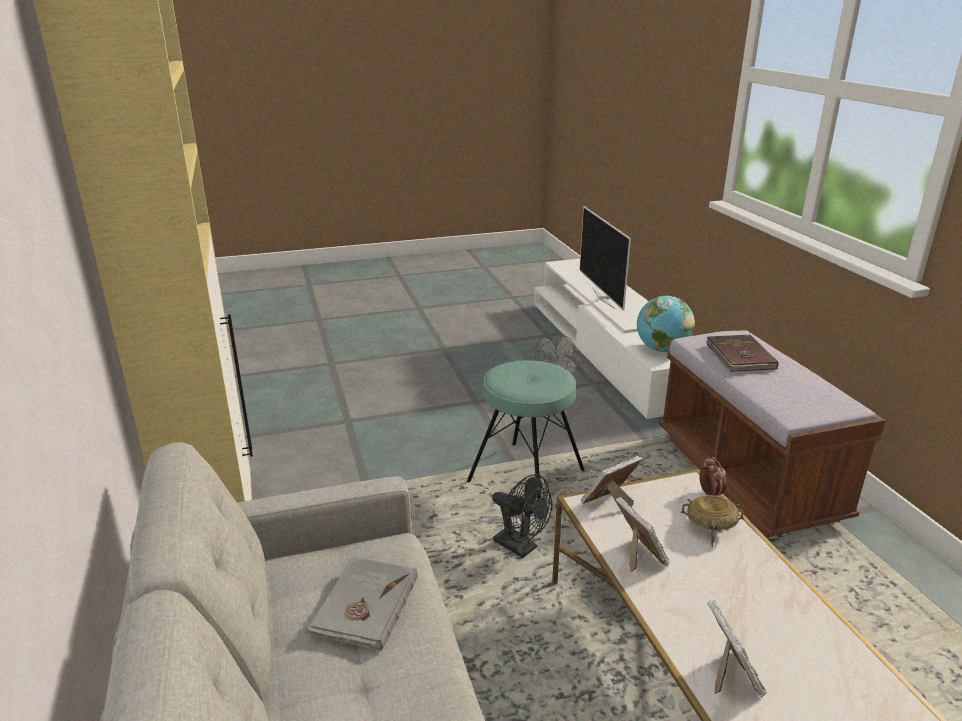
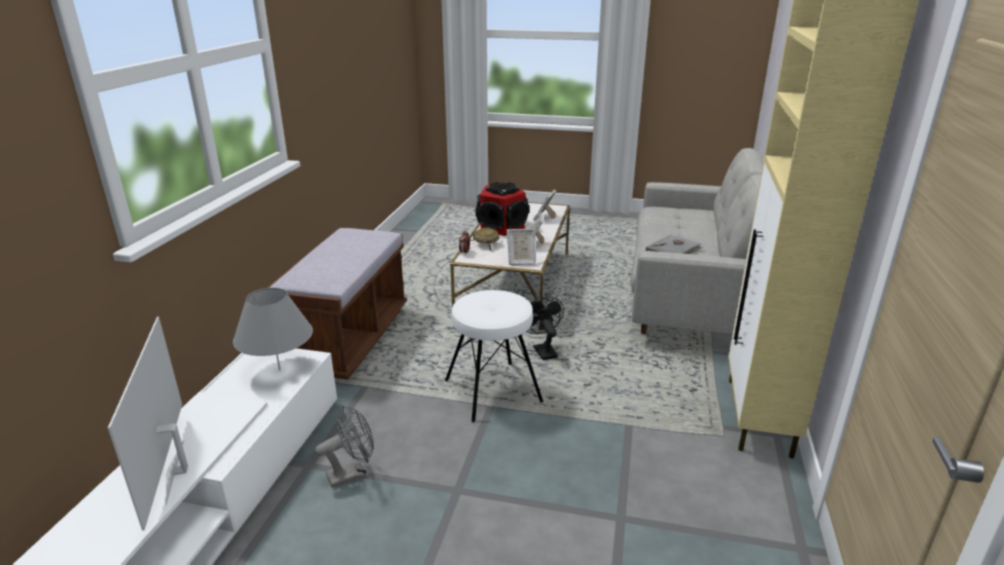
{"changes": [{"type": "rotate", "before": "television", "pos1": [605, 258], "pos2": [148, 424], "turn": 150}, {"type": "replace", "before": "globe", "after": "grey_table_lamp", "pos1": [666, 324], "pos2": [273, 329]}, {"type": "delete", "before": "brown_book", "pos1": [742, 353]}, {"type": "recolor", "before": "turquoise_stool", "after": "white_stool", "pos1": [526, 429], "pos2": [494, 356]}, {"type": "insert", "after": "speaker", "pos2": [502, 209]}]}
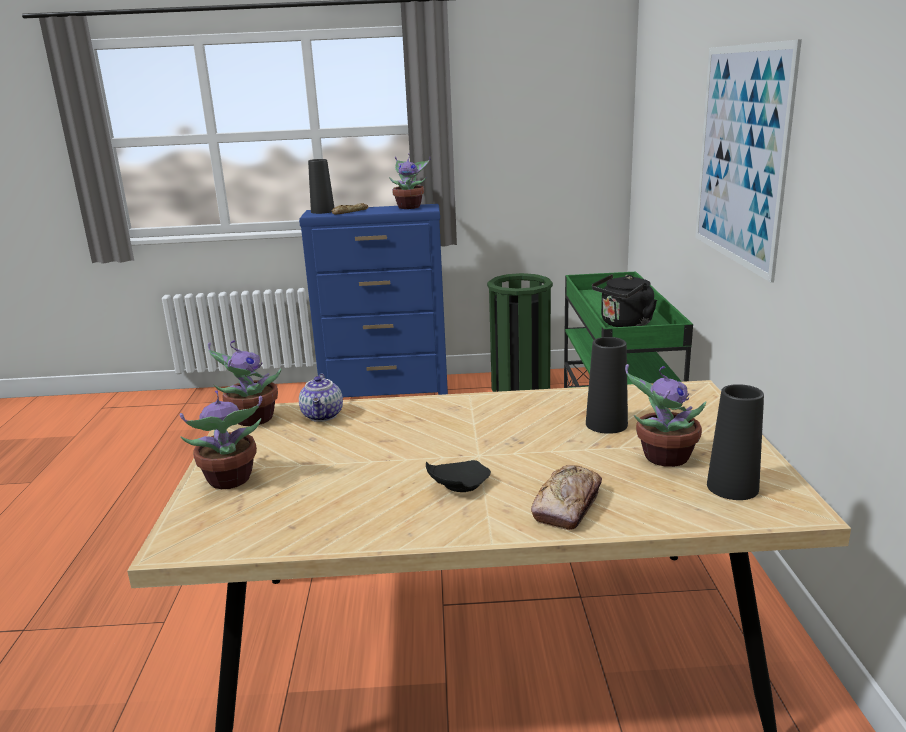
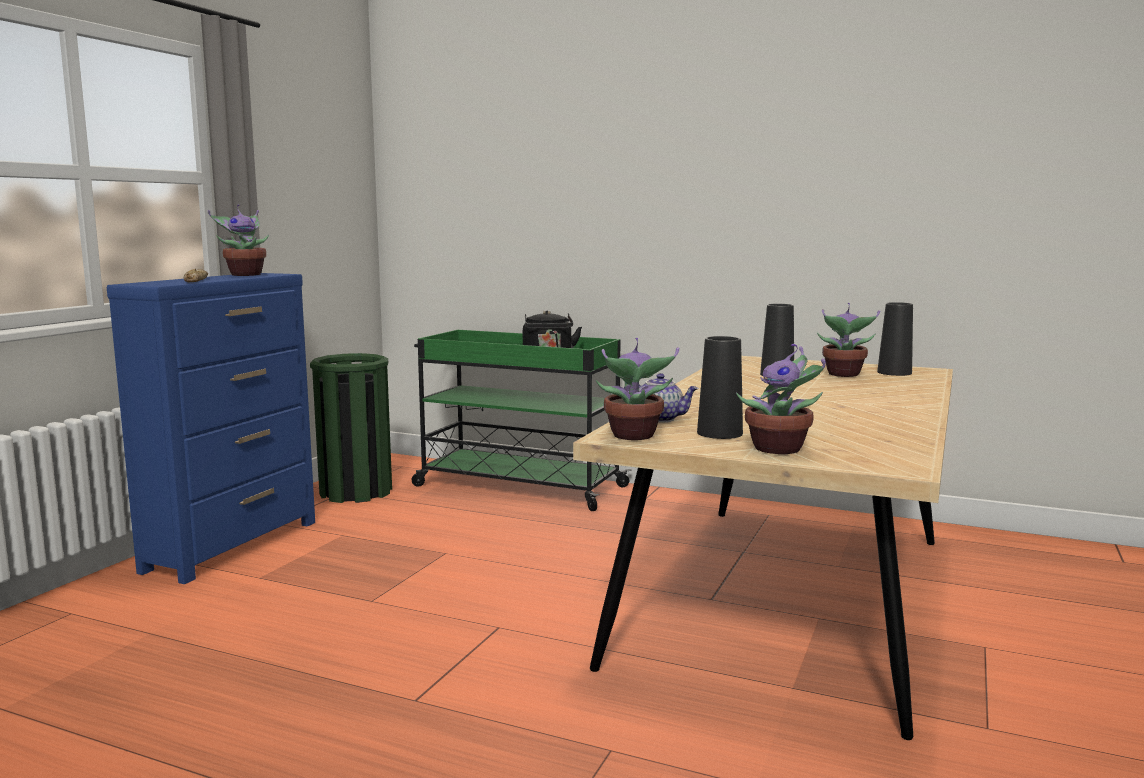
{"changes": [{"type": "delete", "before": "picture", "pos1": [748, 161]}, {"type": "move", "before": "black_vase", "pos1": [321, 186], "pos2": [720, 387]}, {"type": "delete", "before": "black_plate", "pos1": [458, 476]}, {"type": "delete", "before": "bread", "pos1": [566, 497]}]}
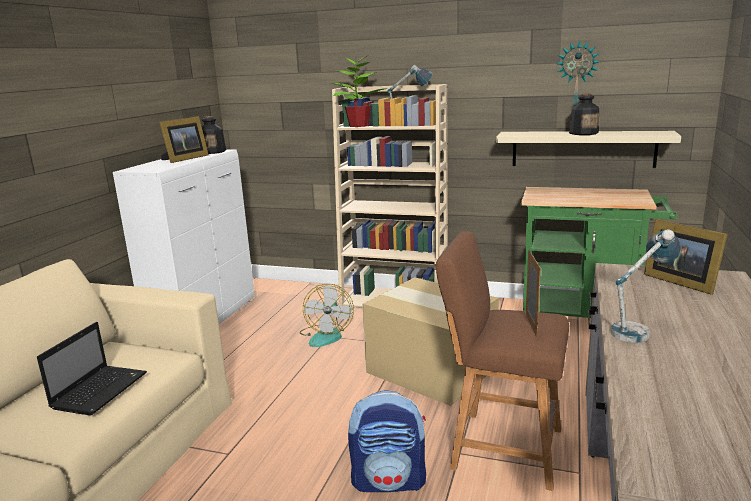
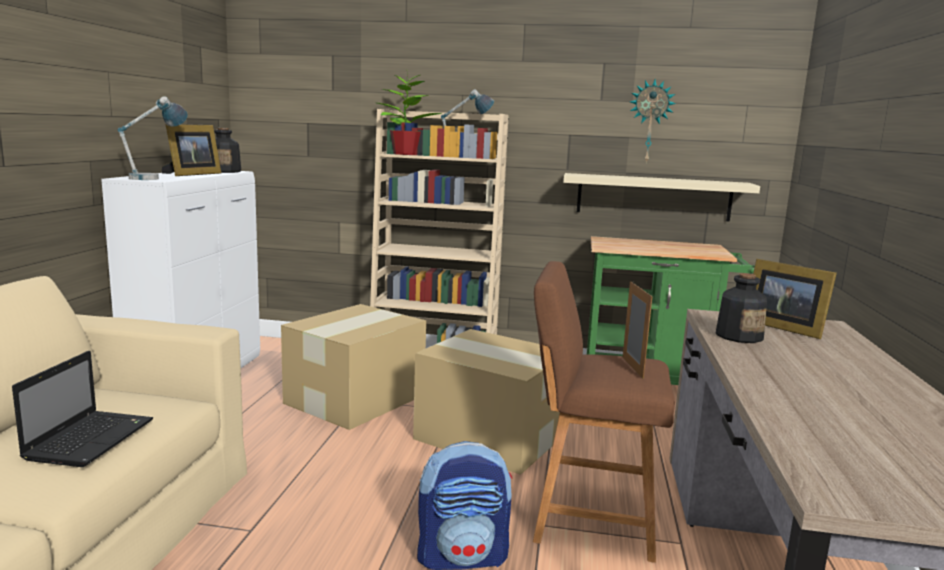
{"changes": [{"type": "move", "before": "bottle", "pos1": [584, 114], "pos2": [741, 308]}, {"type": "move", "before": "table_lamp", "pos1": [646, 286], "pos2": [152, 138]}, {"type": "replace", "before": "fan", "after": "cardboard_box", "pos1": [327, 315], "pos2": [353, 367]}]}
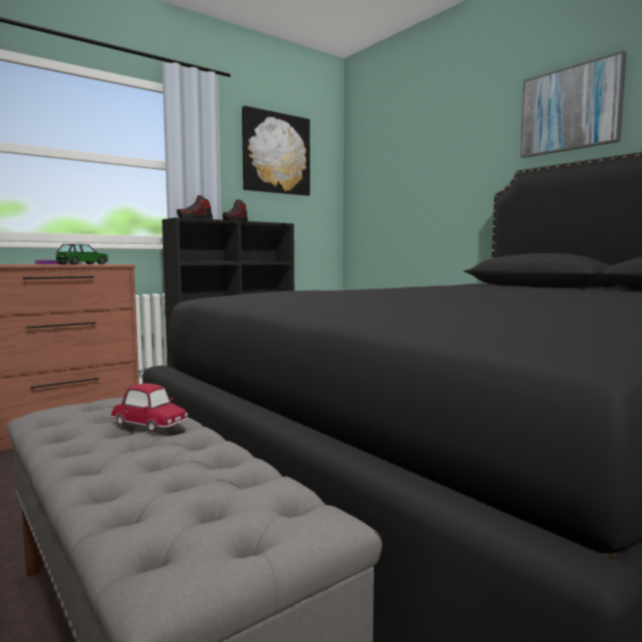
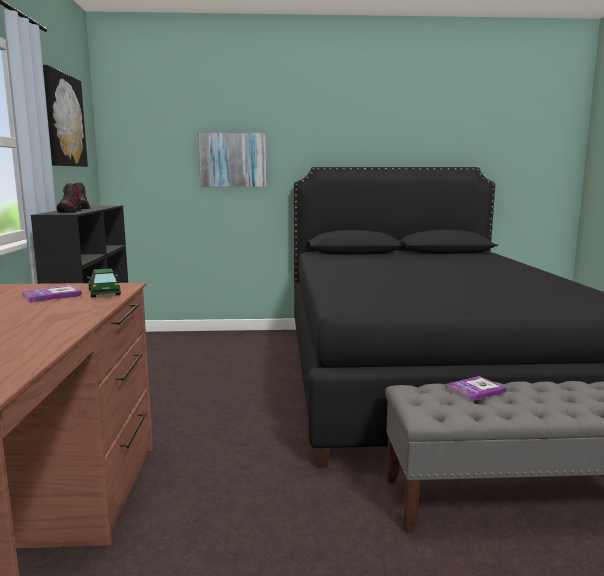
{"changes": [{"type": "move", "before": "picture", "pos1": [573, 104], "pos2": [232, 159]}, {"type": "replace", "before": "toy_car", "after": "book", "pos1": [149, 407], "pos2": [476, 389]}]}
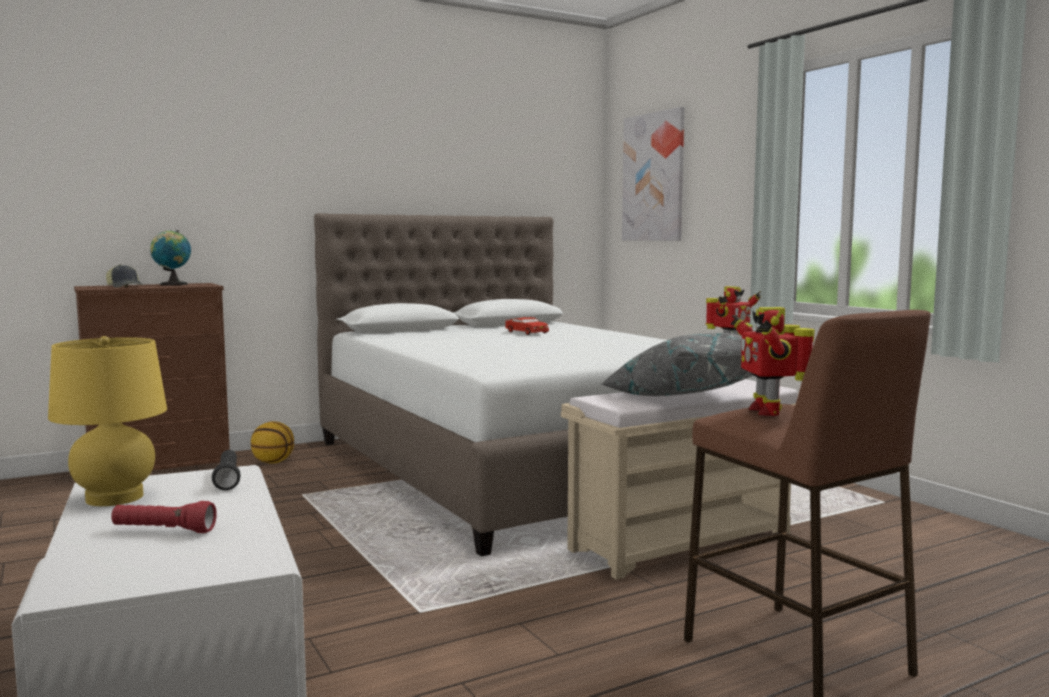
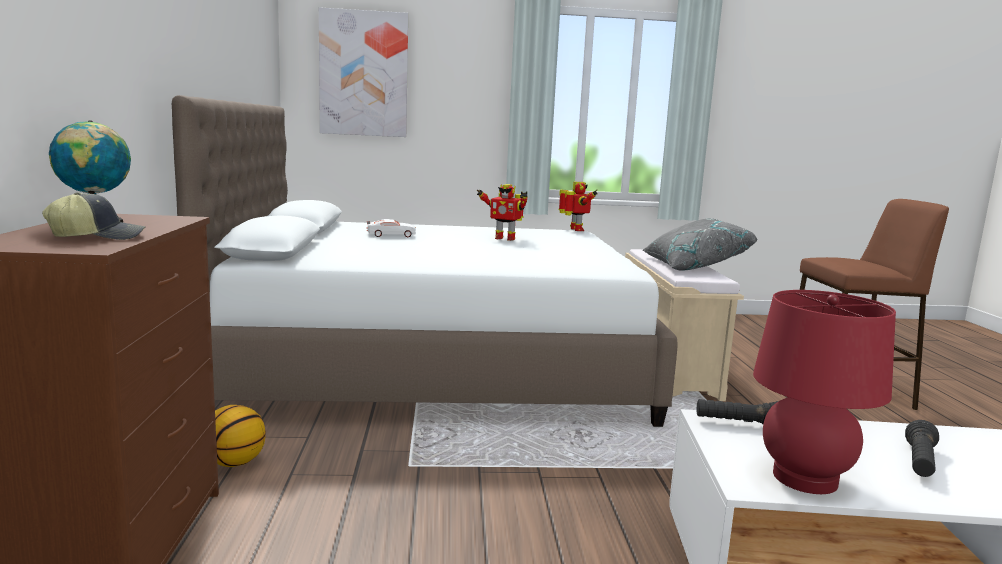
{"changes": [{"type": "move", "before": "toy_robot", "pos1": [773, 361], "pos2": [502, 212]}, {"type": "recolor", "before": "red_toy_car", "after": "white_toy_car", "pos1": [527, 326], "pos2": [391, 228]}, {"type": "recolor", "before": "yellow_table_lamp", "after": "red_table_lamp", "pos1": [107, 421], "pos2": [824, 392]}, {"type": "recolor", "before": "red_flashlight", "after": "black_flashlight", "pos1": [164, 517], "pos2": [922, 448]}]}
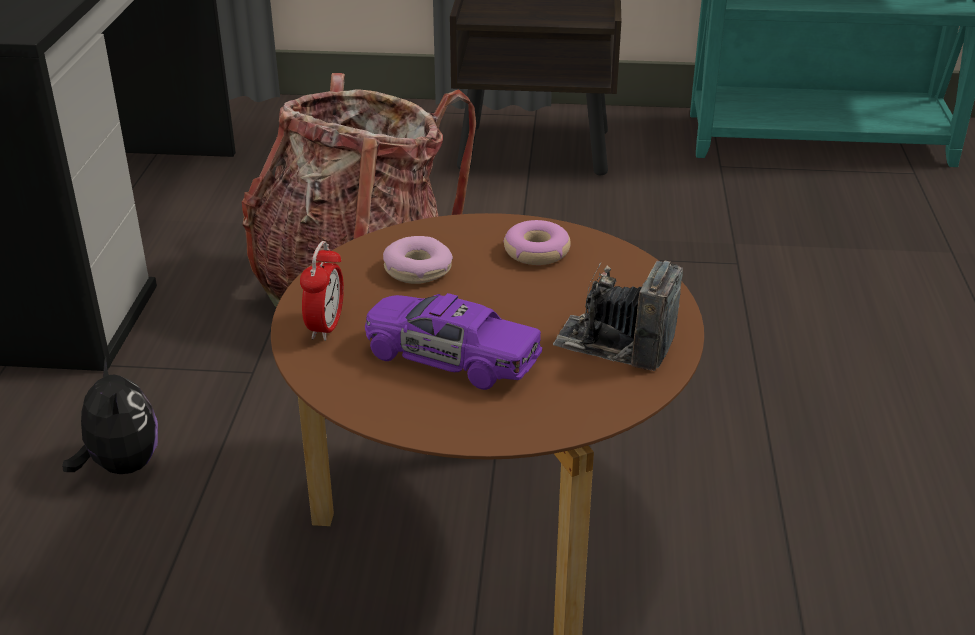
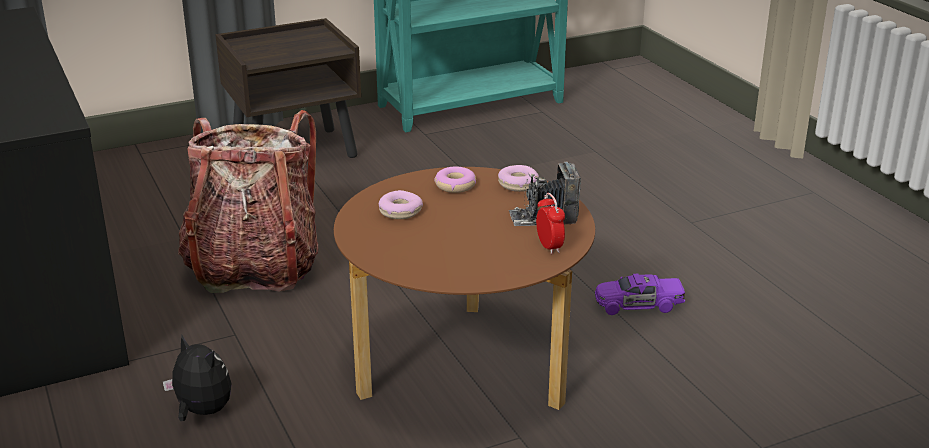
{"changes": [{"type": "move", "before": "alarm_clock", "pos1": [322, 291], "pos2": [550, 223]}, {"type": "move", "before": "purple_toy_car", "pos1": [453, 341], "pos2": [640, 294]}, {"type": "insert", "after": "donut", "pos2": [518, 178]}]}
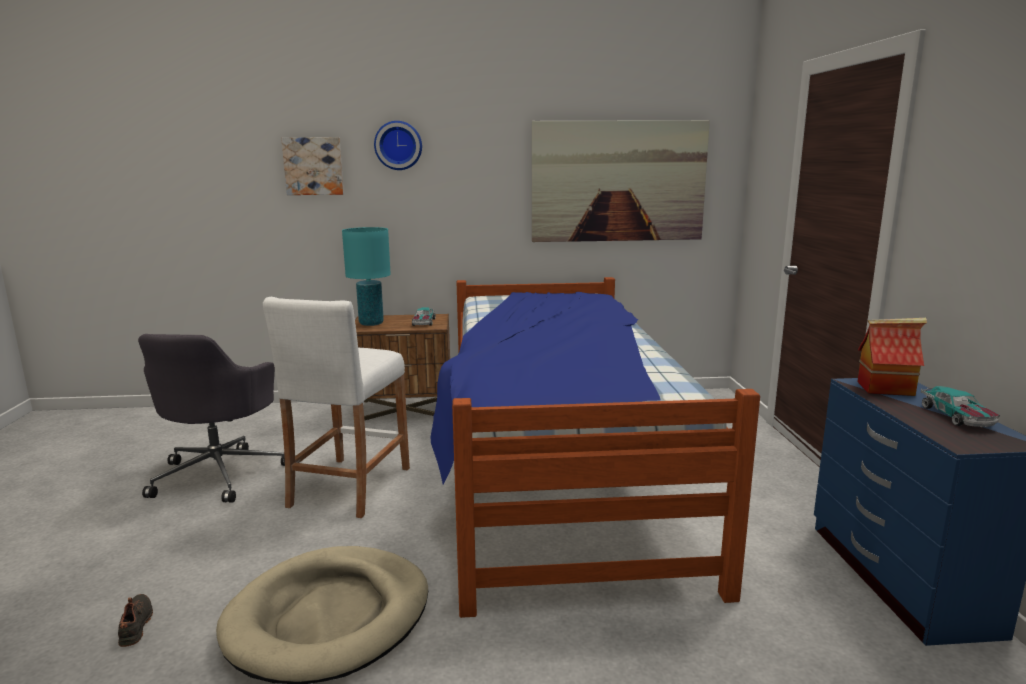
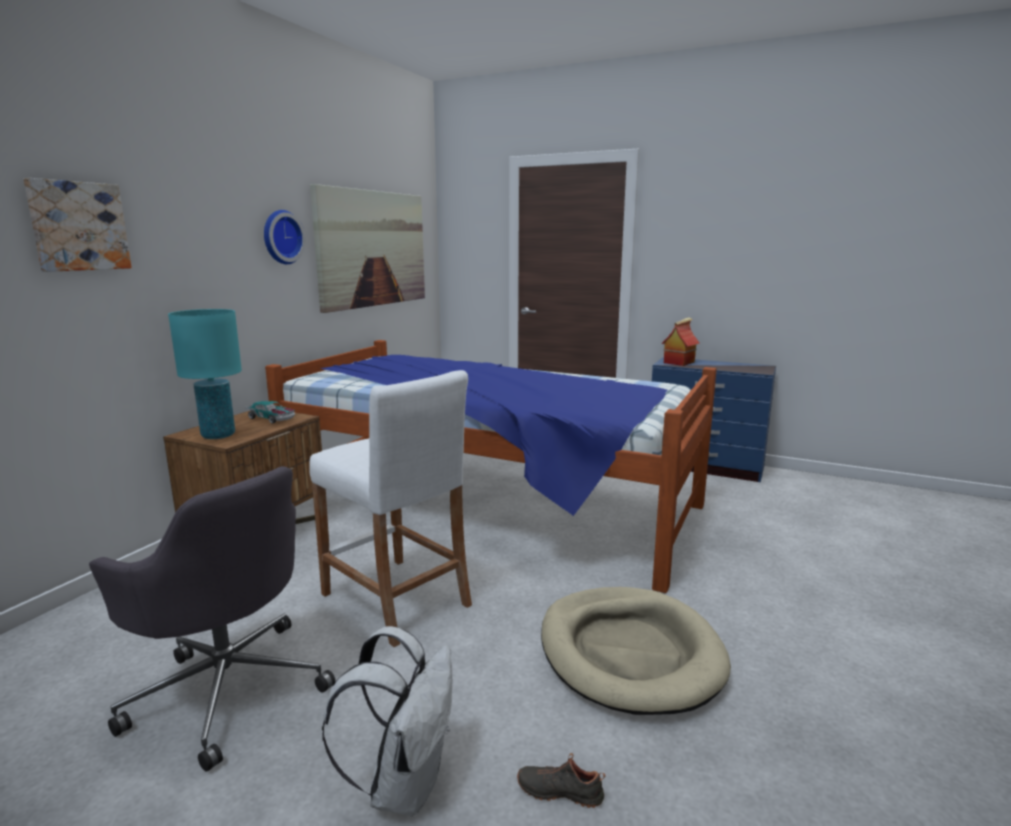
{"changes": [{"type": "move", "before": "wall_clock", "pos1": [398, 145], "pos2": [285, 237]}, {"type": "delete", "before": "toy_car", "pos1": [960, 406]}, {"type": "insert", "after": "white_backpack", "pos2": [387, 721]}]}
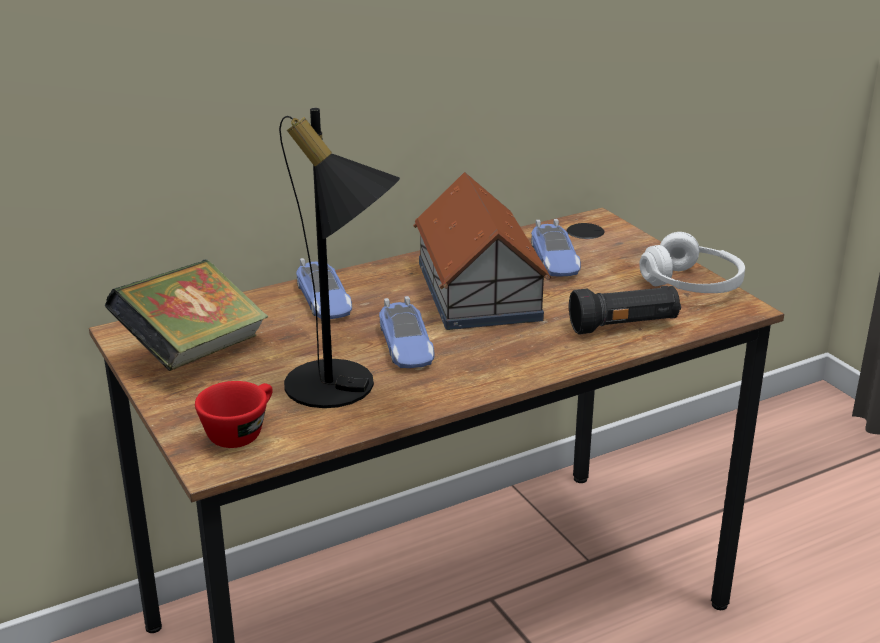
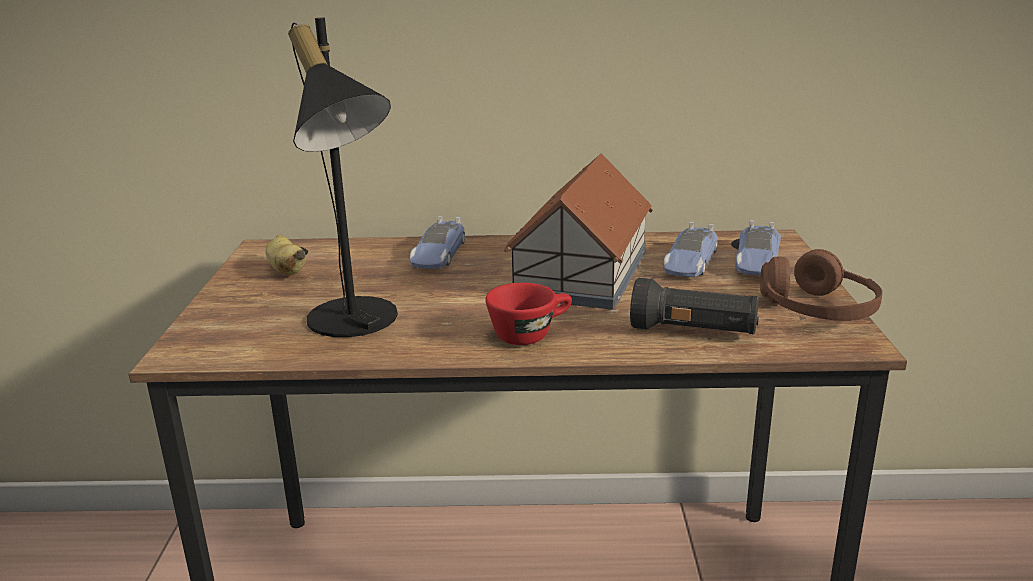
{"changes": [{"type": "recolor", "before": "white_headphones", "after": "brown_headphones", "pos1": [692, 262], "pos2": [821, 285]}, {"type": "replace", "before": "book", "after": "banana", "pos1": [186, 315], "pos2": [286, 254]}, {"type": "move", "before": "toy_car", "pos1": [407, 332], "pos2": [758, 248]}, {"type": "move", "before": "red_cup", "pos1": [234, 414], "pos2": [528, 314]}]}
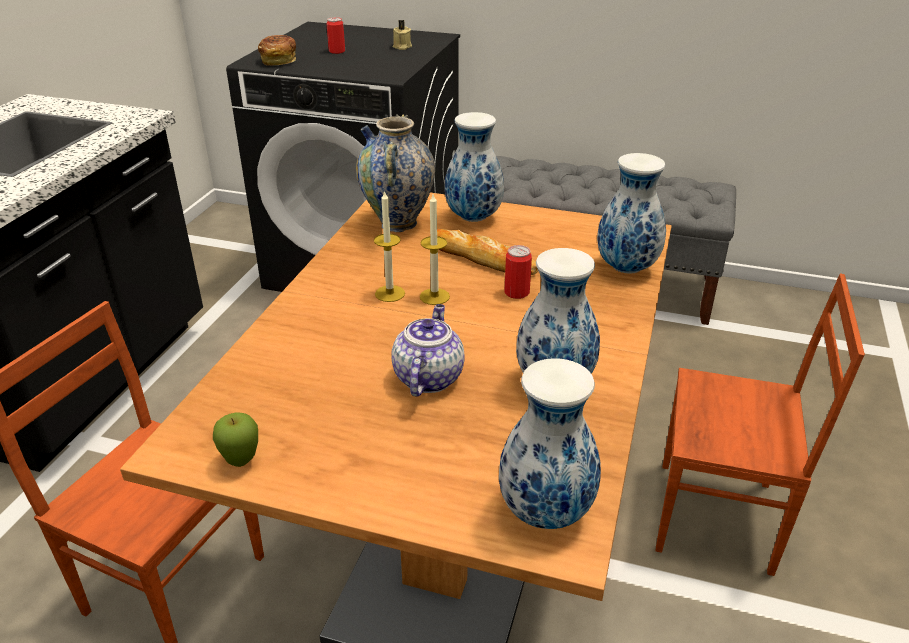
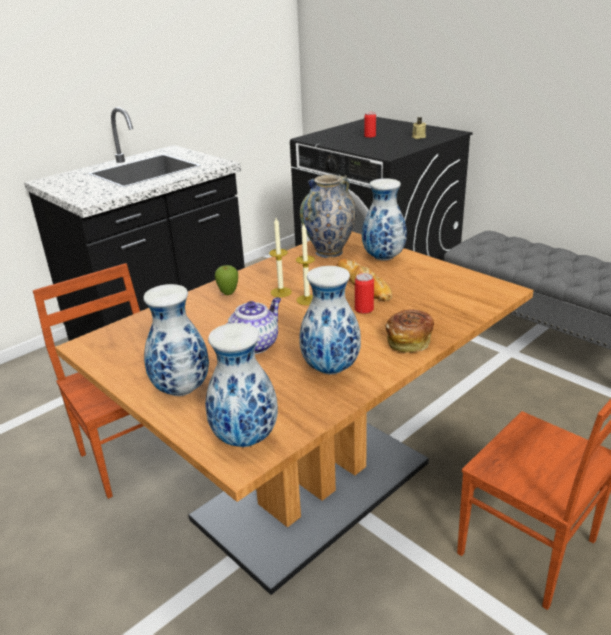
{"changes": [{"type": "move", "before": "bread", "pos1": [277, 50], "pos2": [409, 331]}, {"type": "move", "before": "vase", "pos1": [631, 213], "pos2": [176, 340]}, {"type": "move", "before": "apple", "pos1": [235, 439], "pos2": [226, 280]}]}
